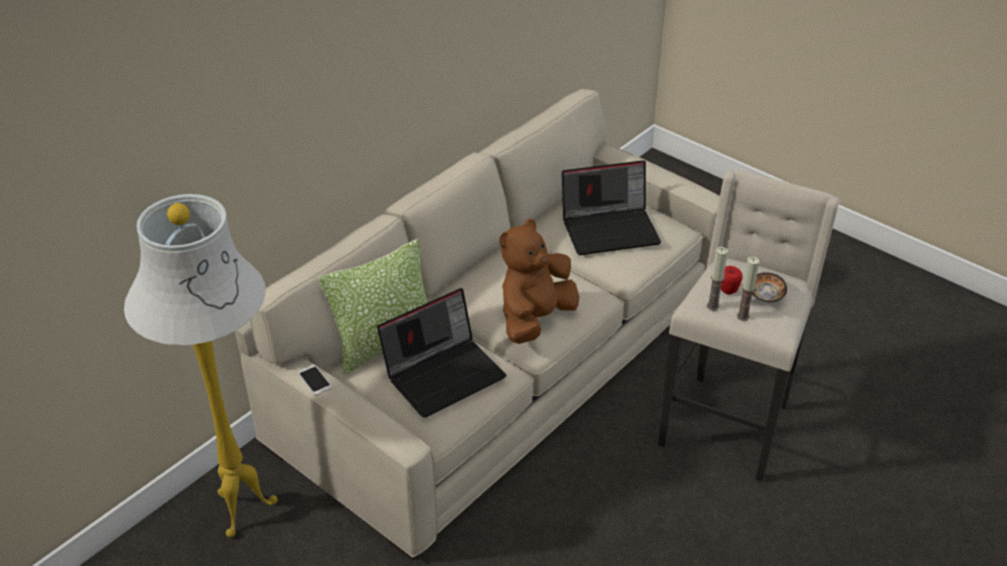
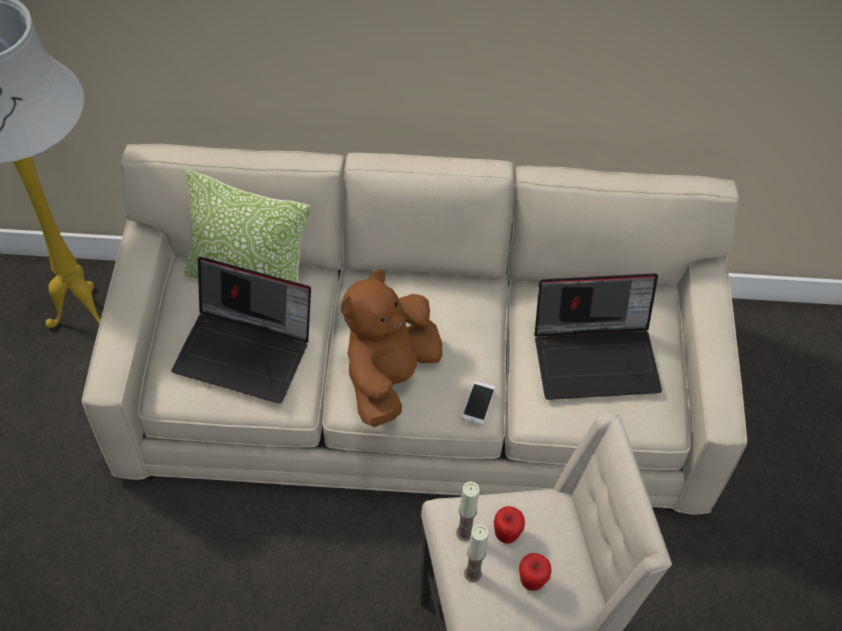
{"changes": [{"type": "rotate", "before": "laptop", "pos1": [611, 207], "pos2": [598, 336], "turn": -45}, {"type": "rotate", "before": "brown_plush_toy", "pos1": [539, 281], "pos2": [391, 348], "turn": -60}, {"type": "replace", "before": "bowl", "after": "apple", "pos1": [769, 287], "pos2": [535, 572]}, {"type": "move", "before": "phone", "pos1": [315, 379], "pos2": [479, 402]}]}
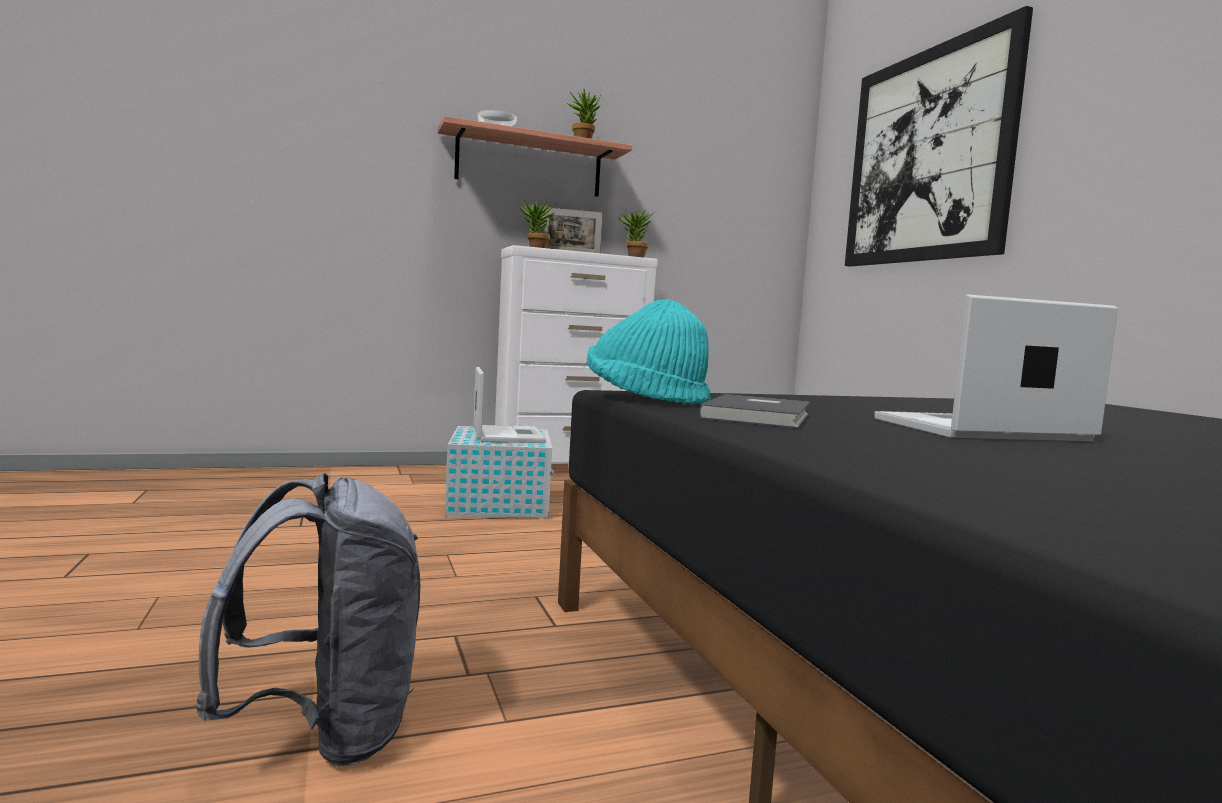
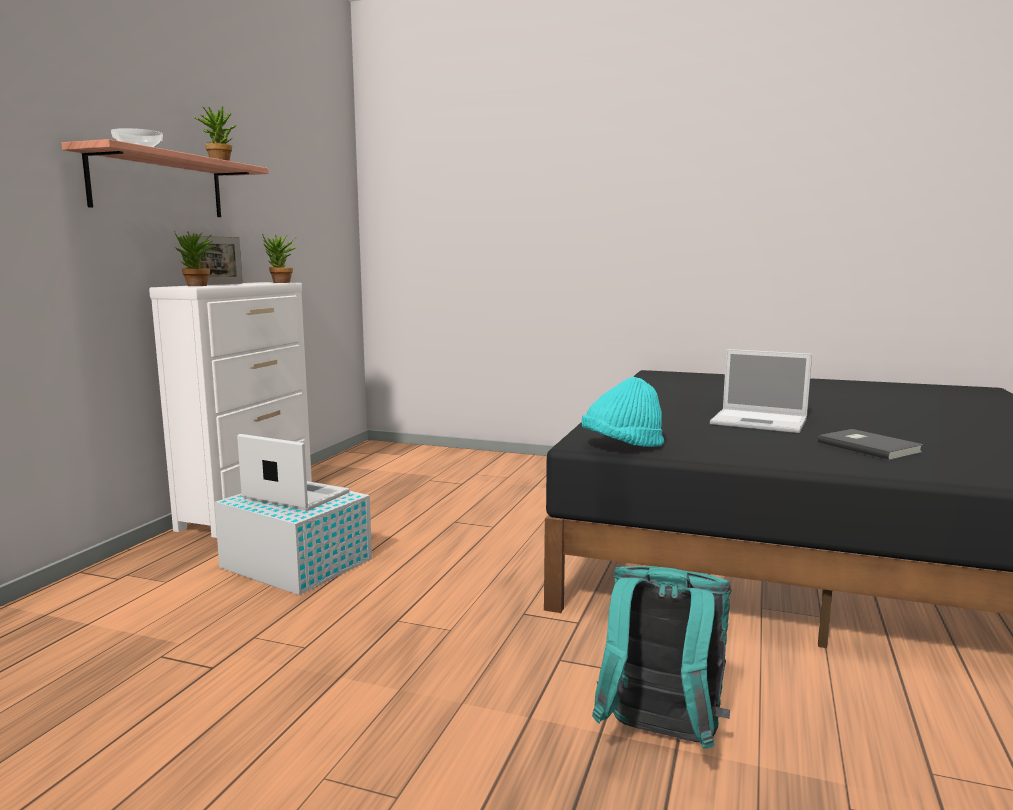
{"changes": [{"type": "delete", "before": "picture", "pos1": [939, 136]}, {"type": "rotate", "before": "laptop", "pos1": [996, 367], "pos2": [761, 391], "turn": -90}, {"type": "move", "before": "grey_book", "pos1": [754, 411], "pos2": [871, 444]}, {"type": "recolor", "before": "grey_backpack", "after": "turquoise_backpack", "pos1": [307, 620], "pos2": [661, 657]}]}
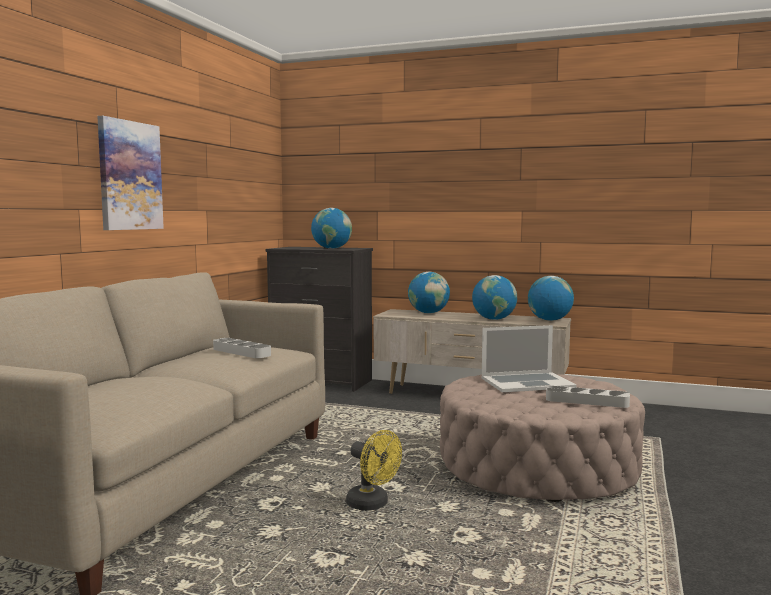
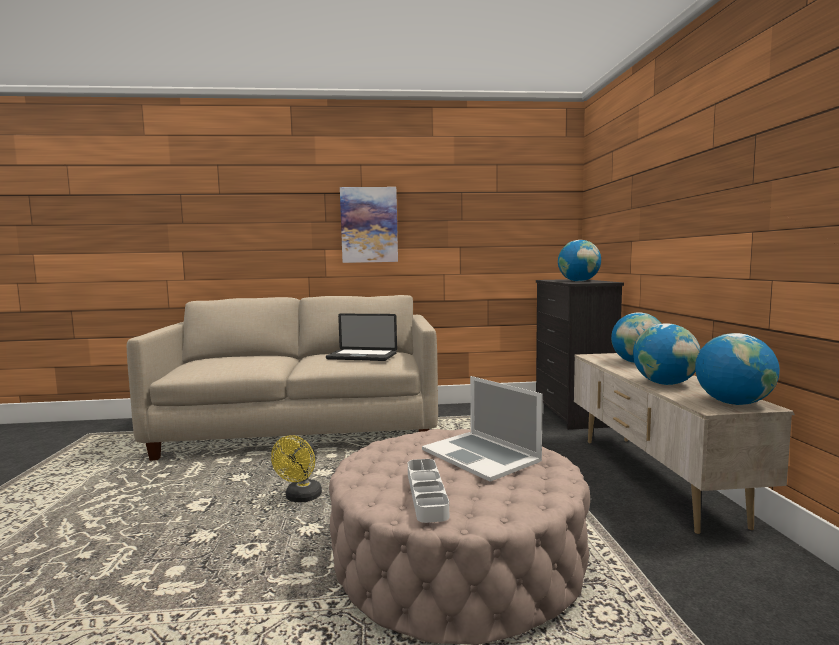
{"changes": [{"type": "replace", "before": "grey_tray", "after": "laptop", "pos1": [242, 348], "pos2": [361, 337]}]}
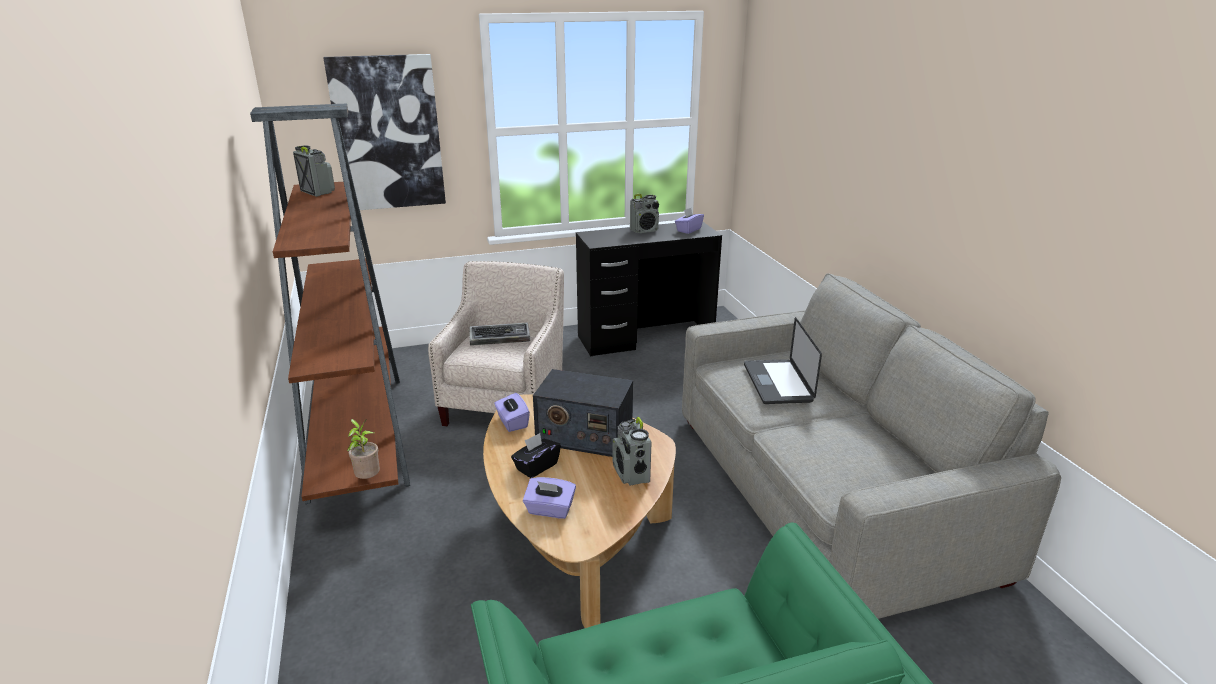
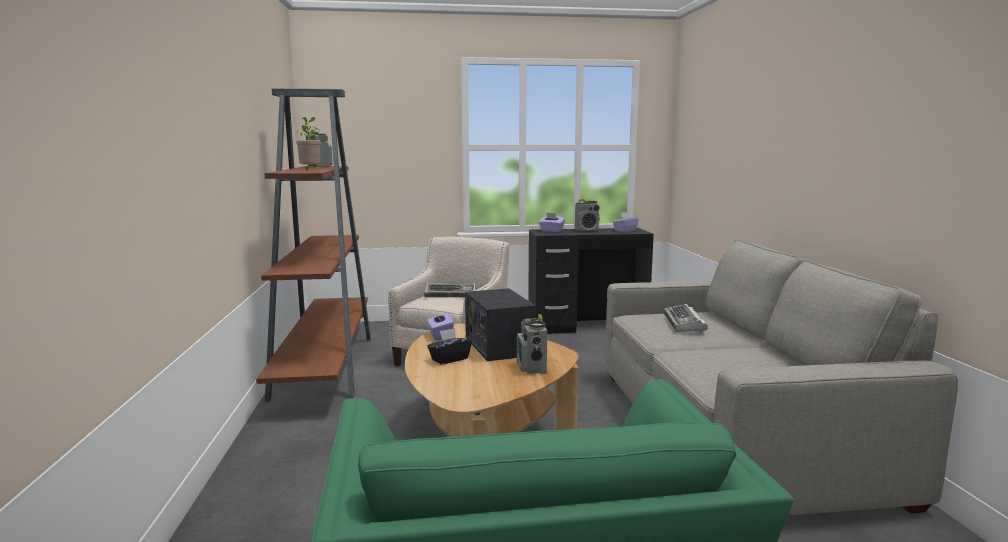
{"changes": [{"type": "delete", "before": "picture", "pos1": [384, 132]}, {"type": "replace", "before": "laptop", "after": "keyboard", "pos1": [783, 360], "pos2": [686, 318]}, {"type": "rotate", "before": "radio", "pos1": [583, 413], "pos2": [500, 324], "turn": 45}, {"type": "move", "before": "potted_plant", "pos1": [363, 448], "pos2": [308, 144]}, {"type": "move", "before": "purple_tissue_box", "pos1": [549, 498], "pos2": [552, 222]}]}
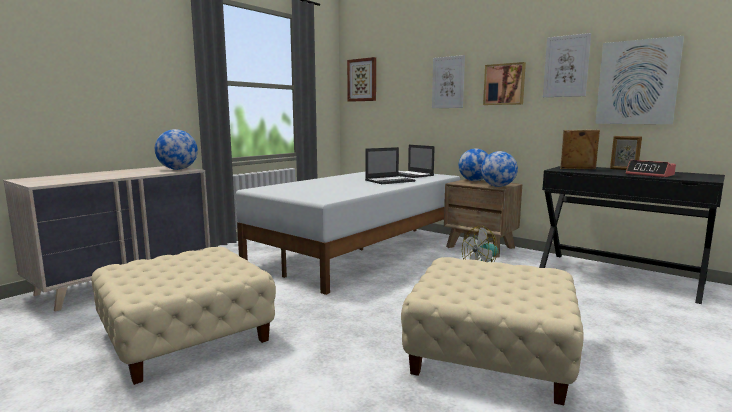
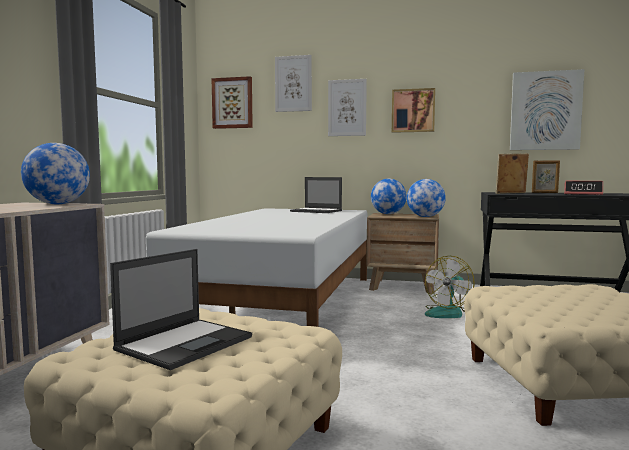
{"changes": [{"type": "move", "before": "picture", "pos1": [567, 65], "pos2": [293, 83]}, {"type": "move", "before": "laptop", "pos1": [390, 165], "pos2": [181, 309]}]}
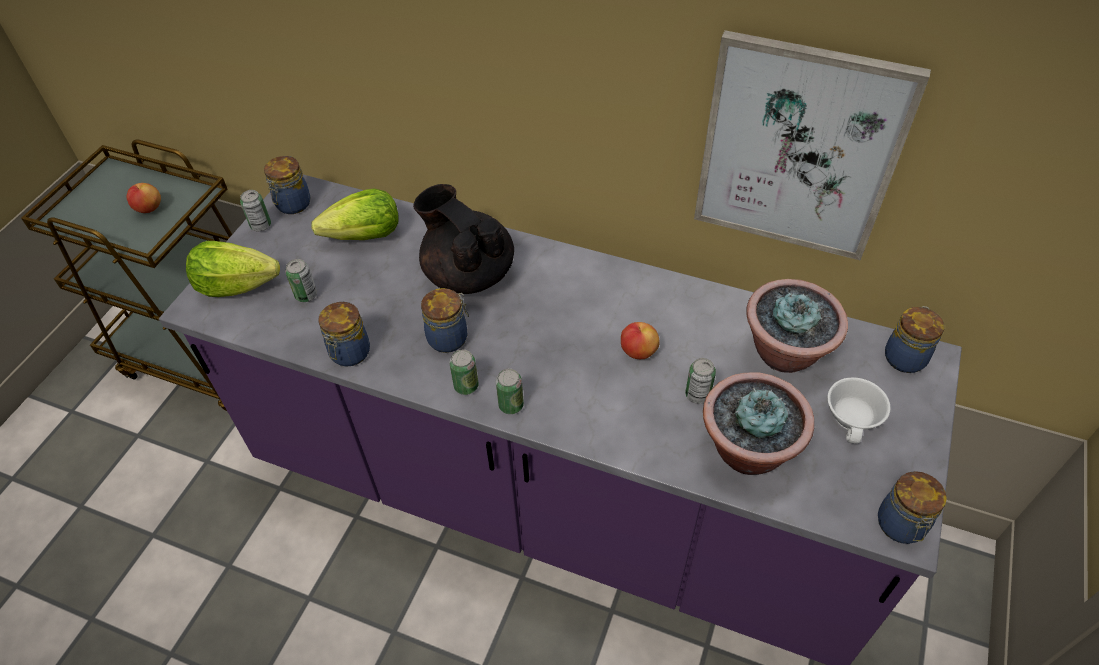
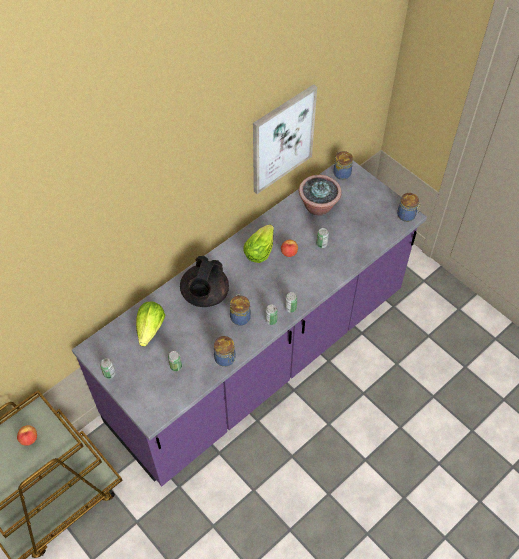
{"changes": [{"type": "delete", "before": "jar", "pos1": [287, 185]}, {"type": "rotate", "before": "black_teapot", "pos1": [463, 239], "pos2": [204, 281], "turn": -60}, {"type": "move", "before": "lettuce", "pos1": [233, 269], "pos2": [258, 244]}, {"type": "delete", "before": "potted_plant", "pos1": [758, 424]}, {"type": "delete", "before": "white_cup", "pos1": [859, 411]}]}
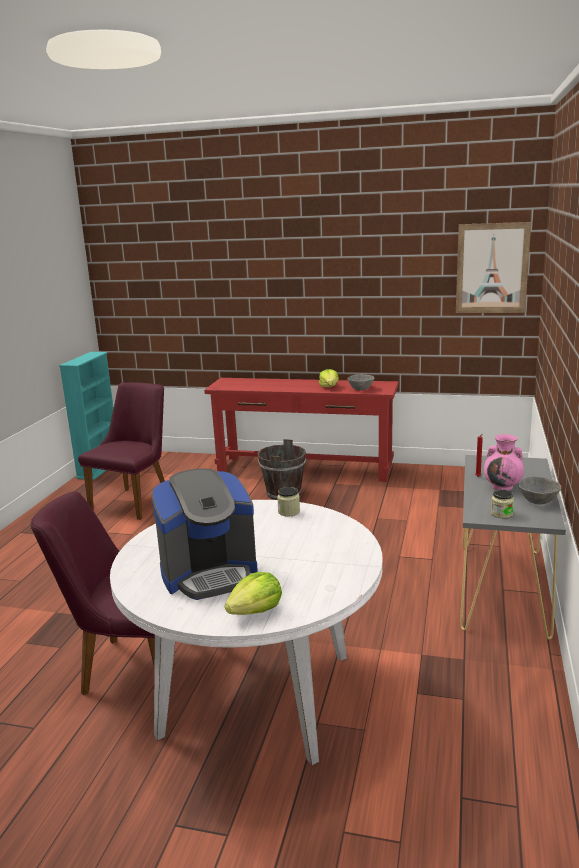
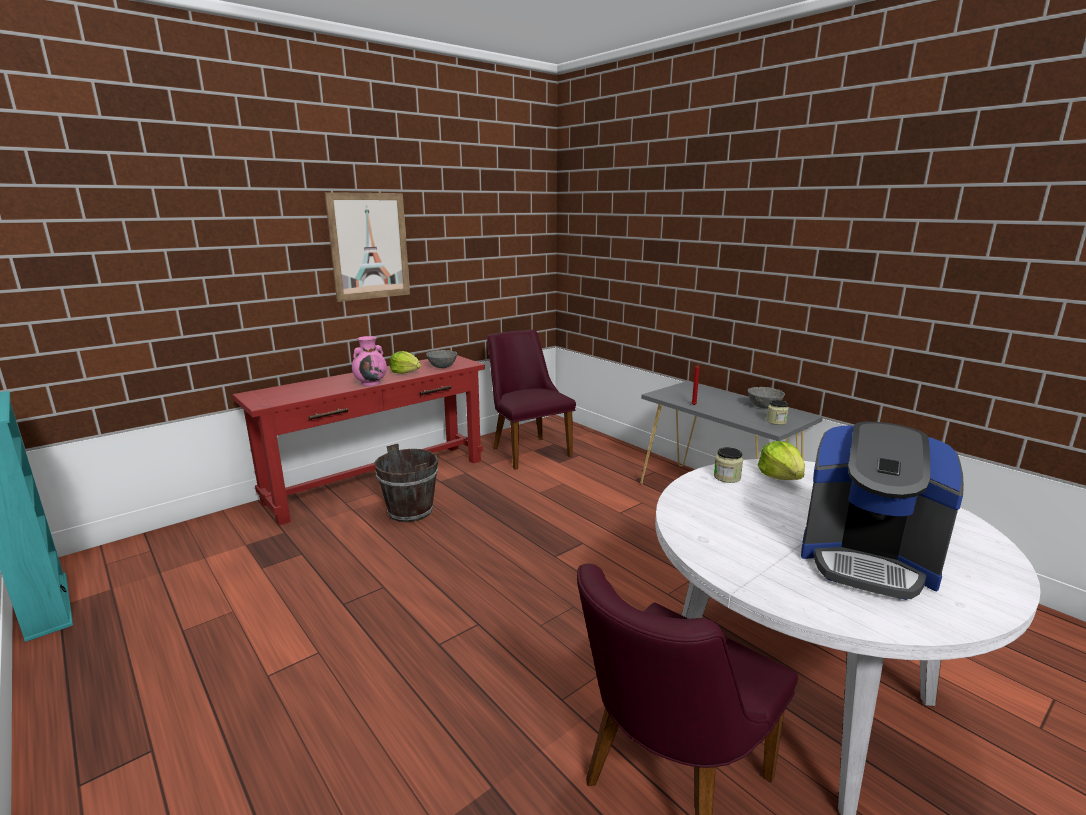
{"changes": [{"type": "move", "before": "picture", "pos1": [493, 267], "pos2": [367, 247]}, {"type": "move", "before": "purple_chair", "pos1": [121, 451], "pos2": [531, 400]}, {"type": "move", "before": "pink_vase", "pos1": [504, 462], "pos2": [369, 361]}, {"type": "rotate", "before": "coffee_machine", "pos1": [204, 534], "pos2": [882, 511], "turn": 105}, {"type": "move", "before": "lettuce", "pos1": [253, 593], "pos2": [781, 460]}]}
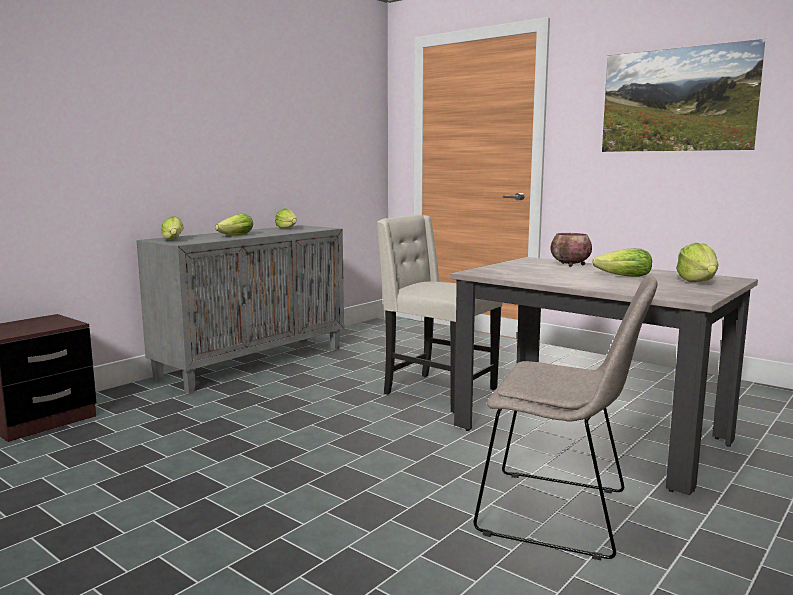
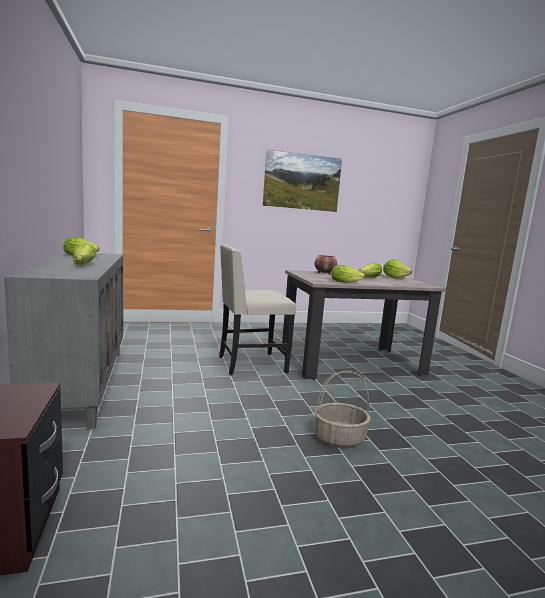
{"changes": [{"type": "move", "before": "lettuce", "pos1": [172, 228], "pos2": [348, 274]}, {"type": "delete", "before": "beige_chair", "pos1": [565, 418]}, {"type": "insert", "after": "basket", "pos2": [342, 409]}]}
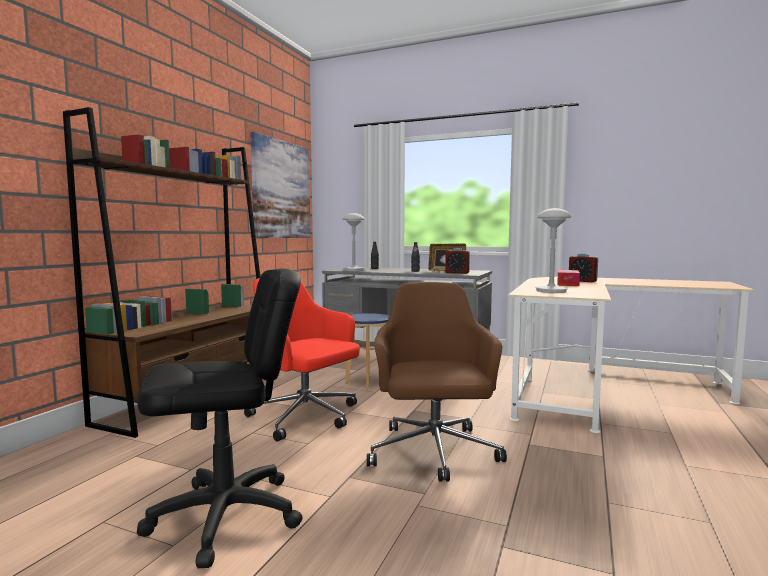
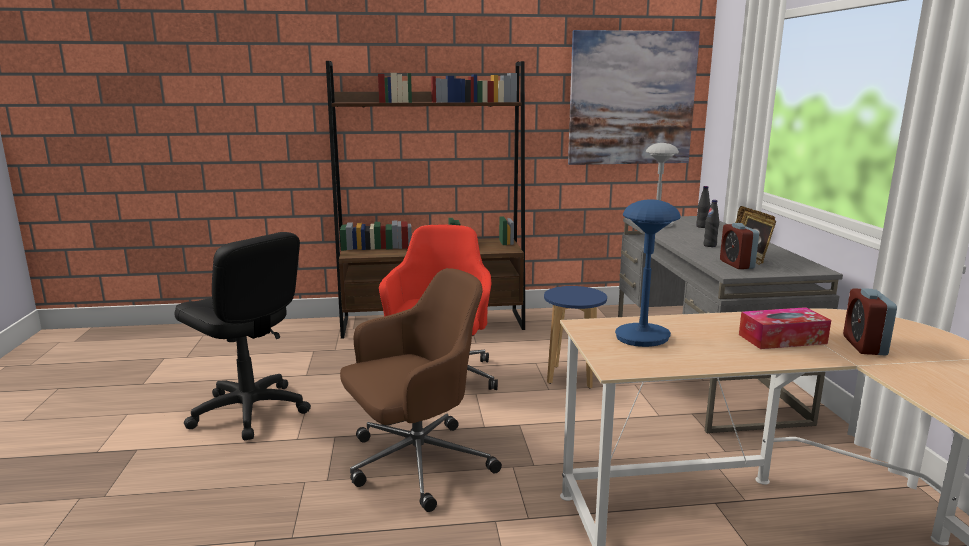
{"changes": [{"type": "recolor", "before": "grey_table_lamp", "after": "blue_table_lamp", "pos1": [553, 250], "pos2": [648, 273]}]}
